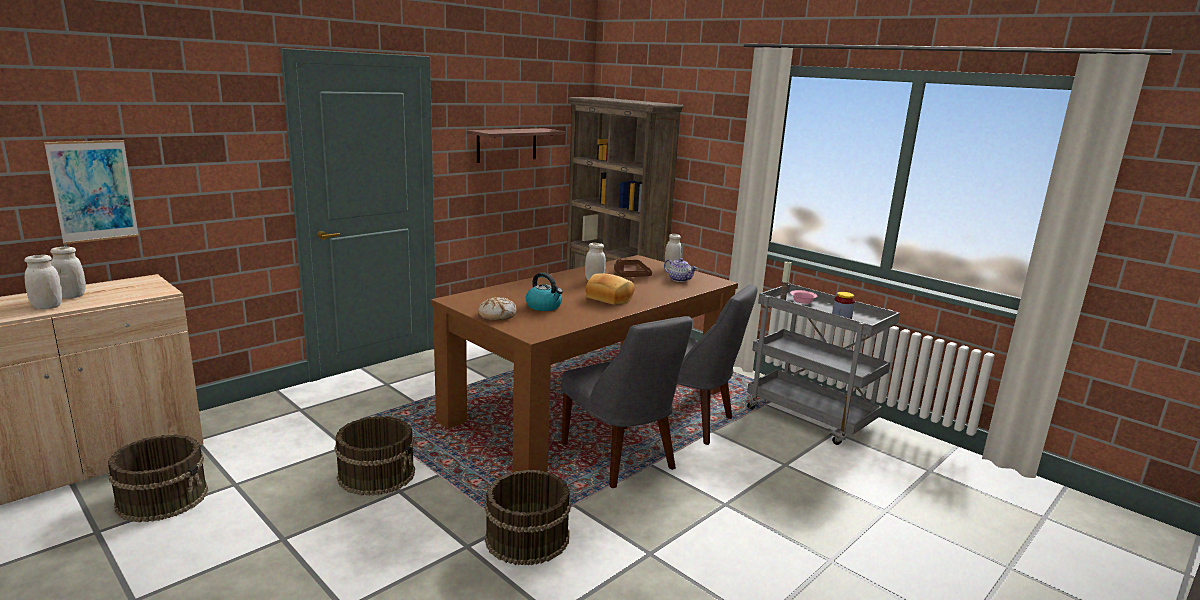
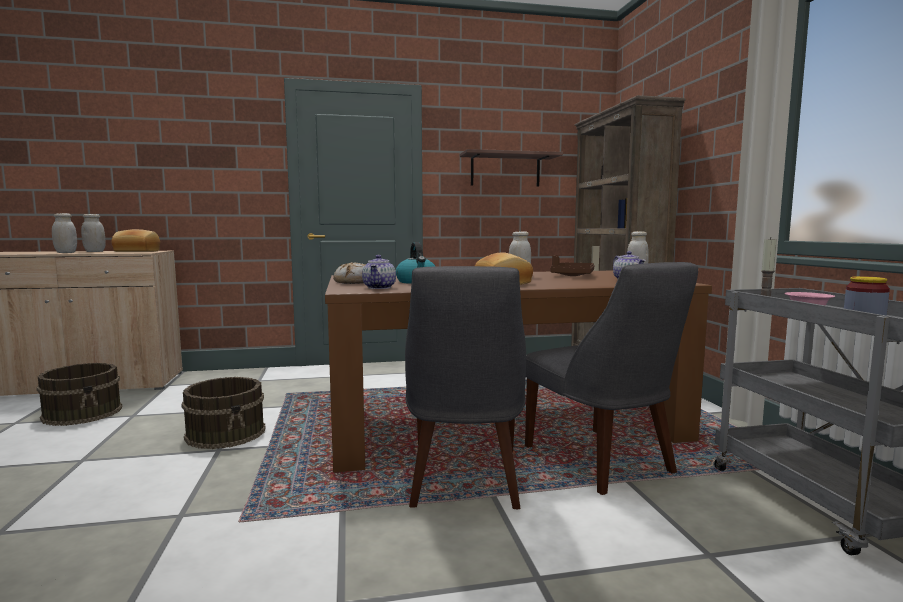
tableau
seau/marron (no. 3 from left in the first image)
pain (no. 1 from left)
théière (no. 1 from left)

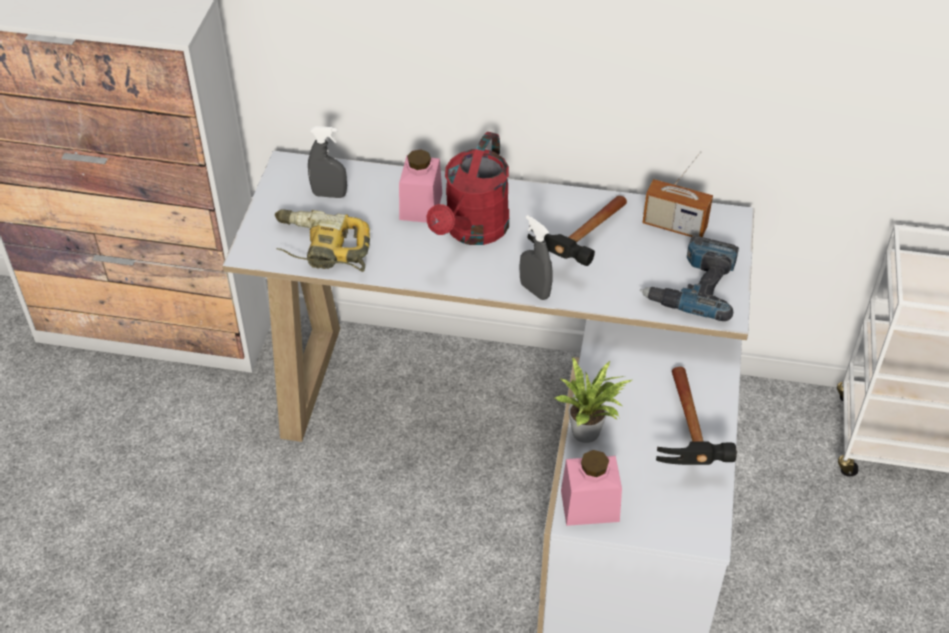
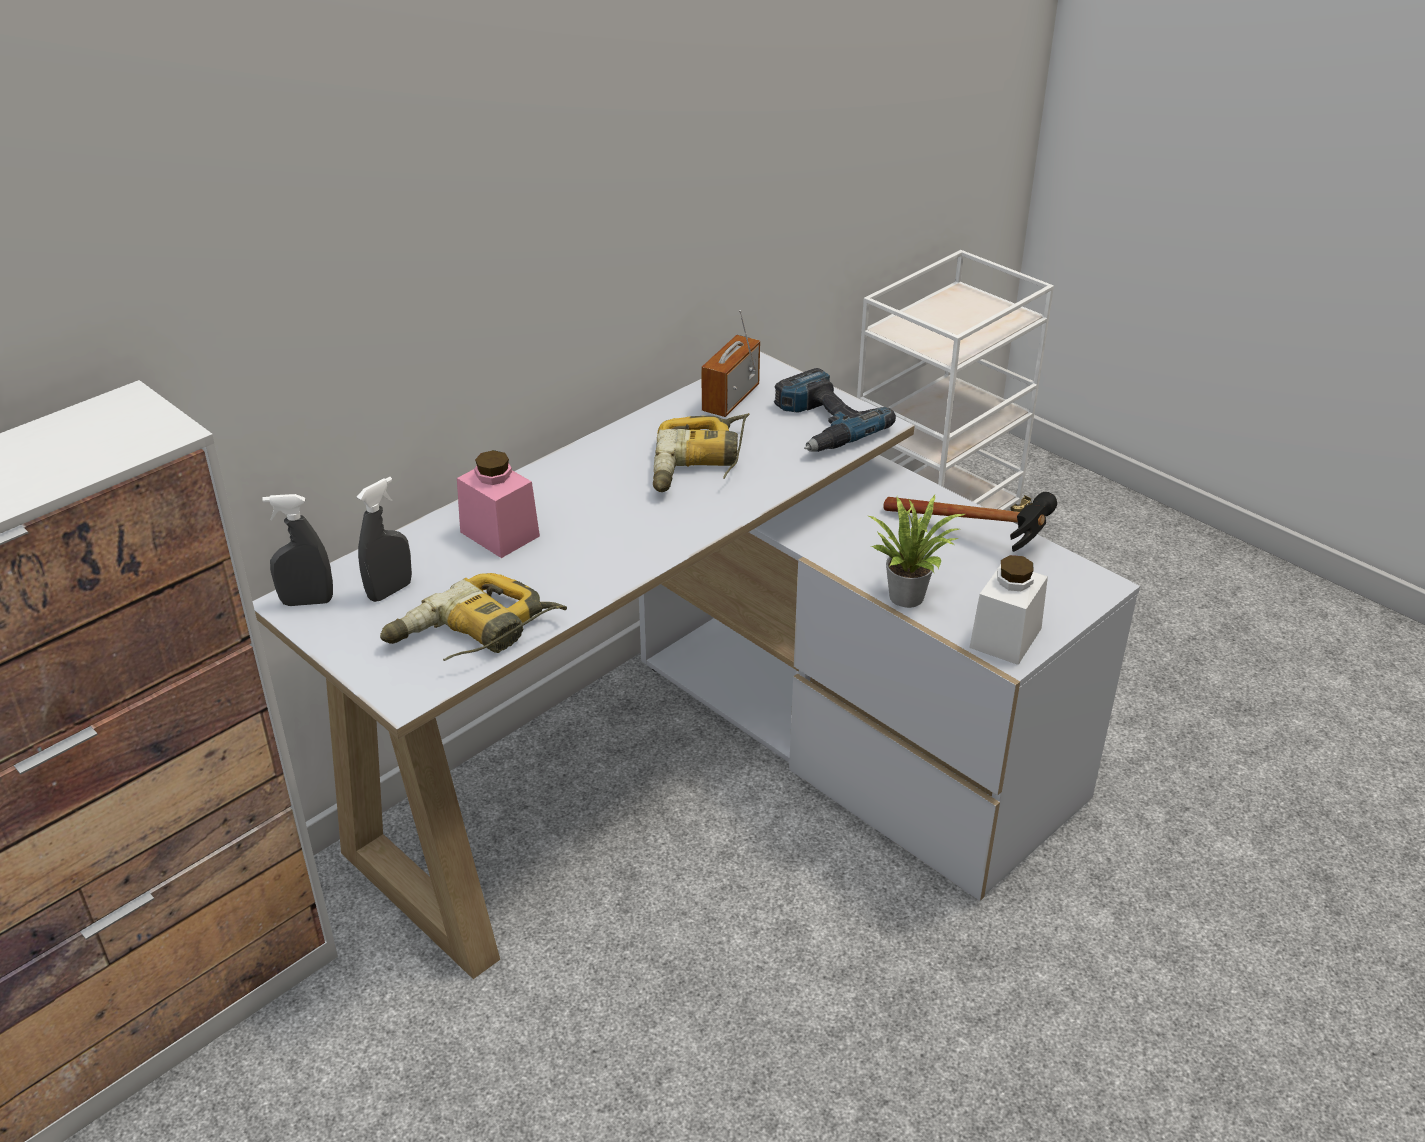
arrosoir/rouge
vaporisateur/gris (no. 1 from left)
perceuse (no. 2 from left)
bocal/blanc
radio

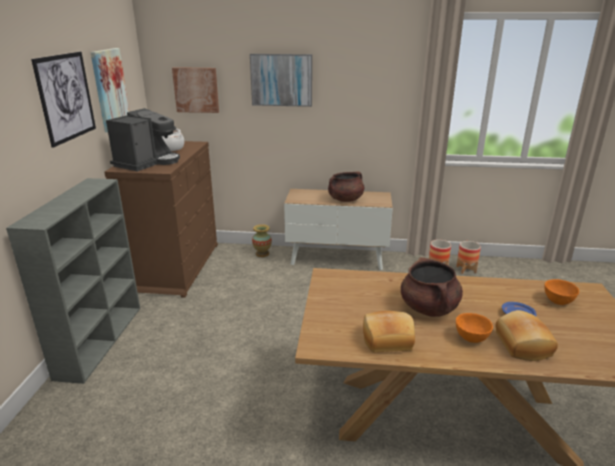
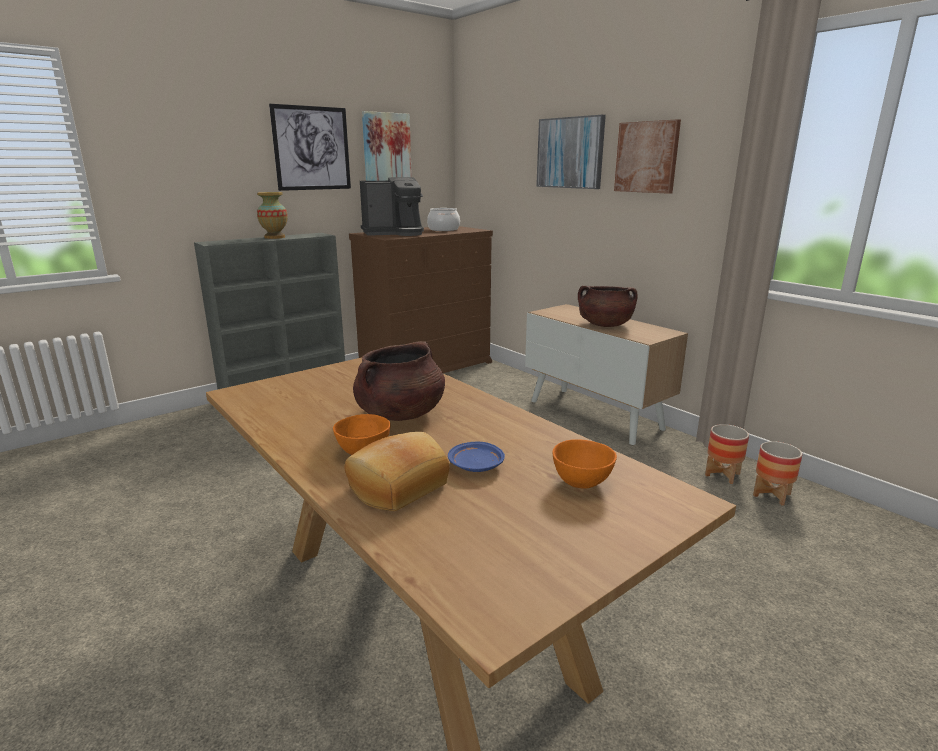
pain (no. 1 from left in the first image)
tableau (no. 4 from left)
vase

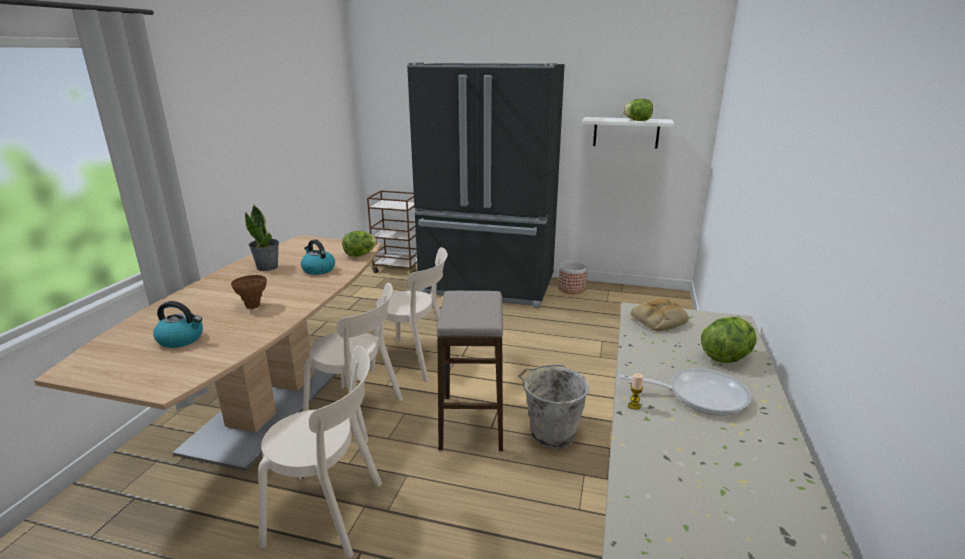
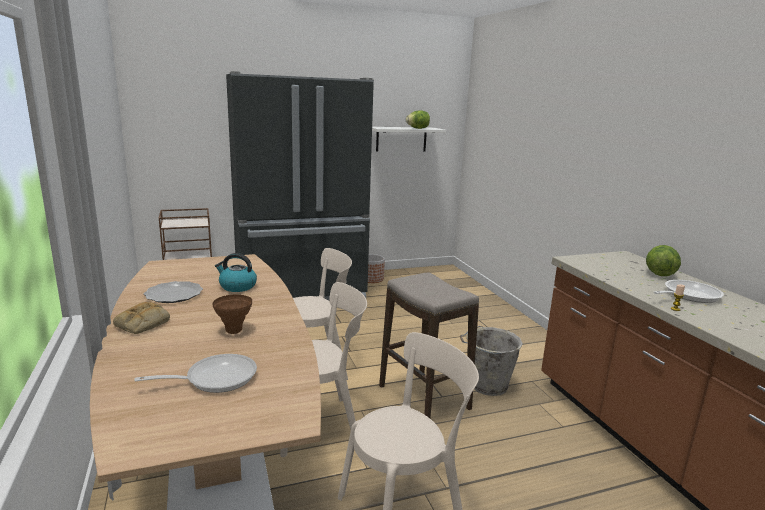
laitue (no. 1 from left in the first image)
pain
poêle (no. 1 from left)
assiette

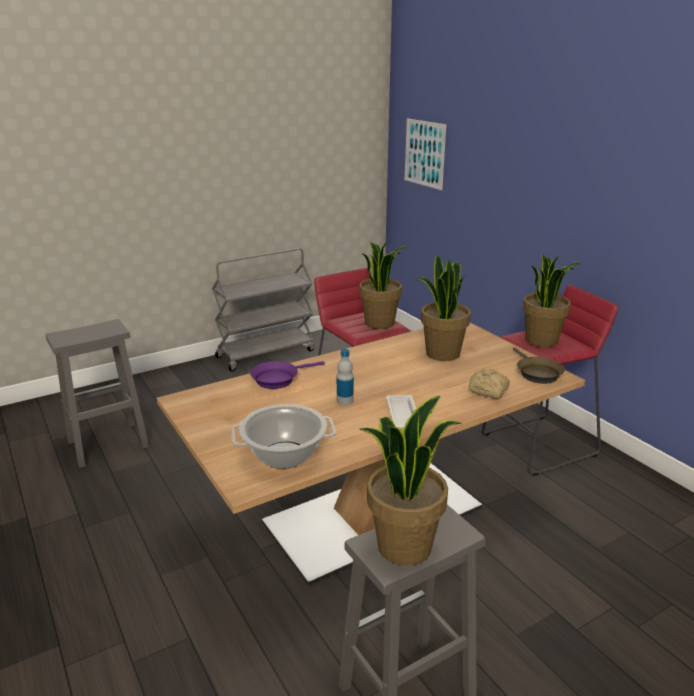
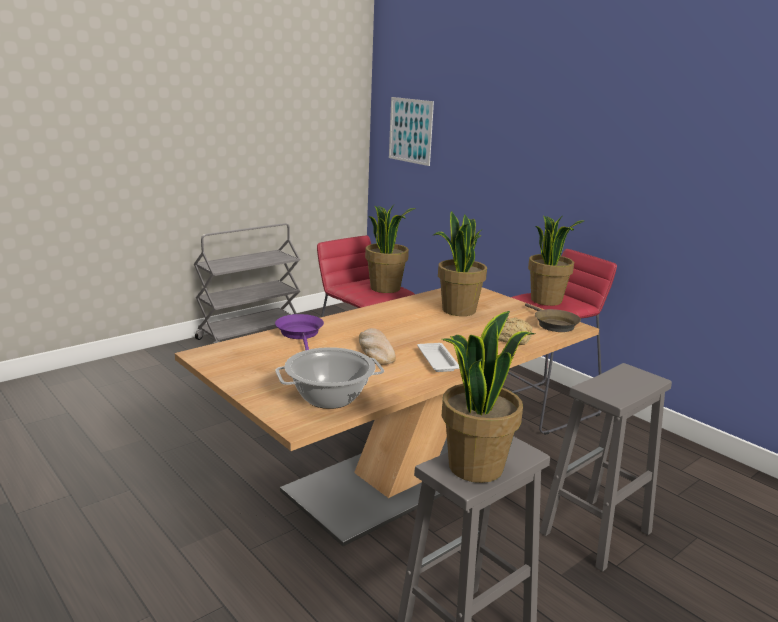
tabouret/gris (no. 2 from left)
pain (no. 1 from left)
poêle/violet

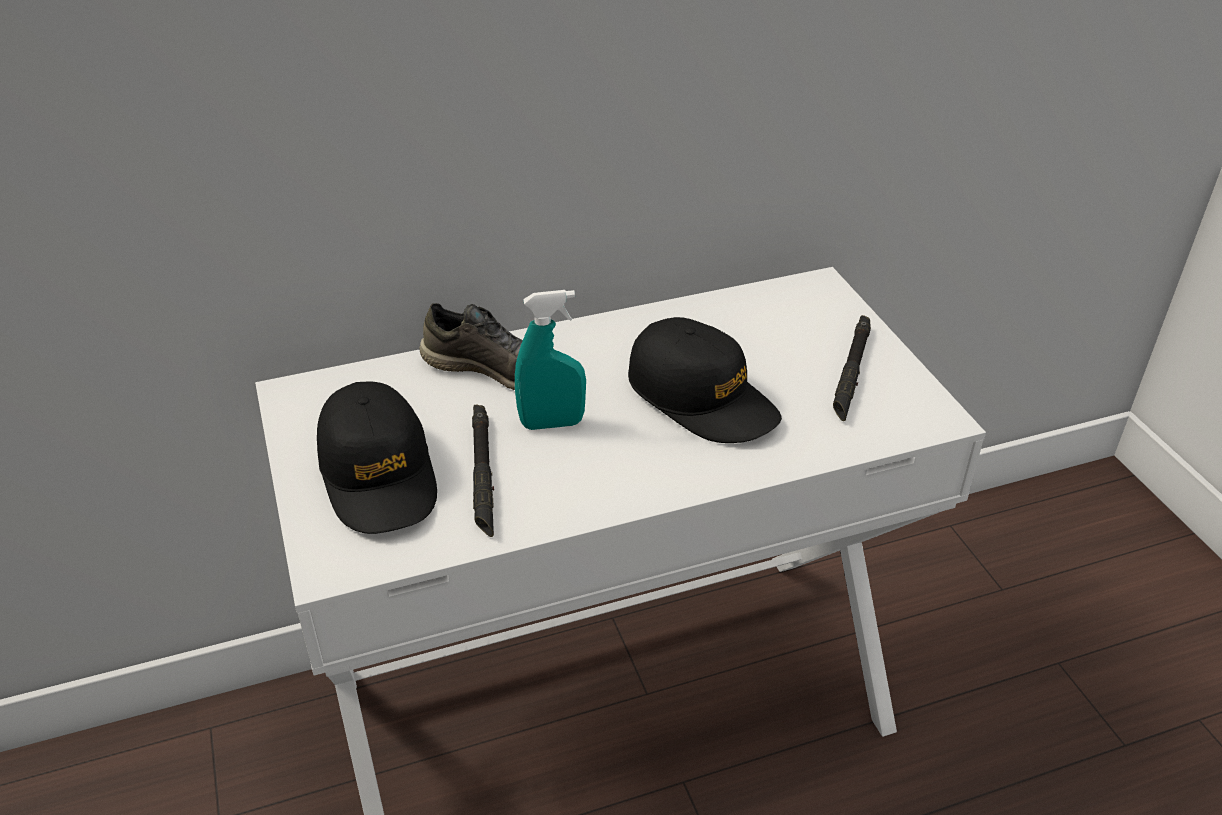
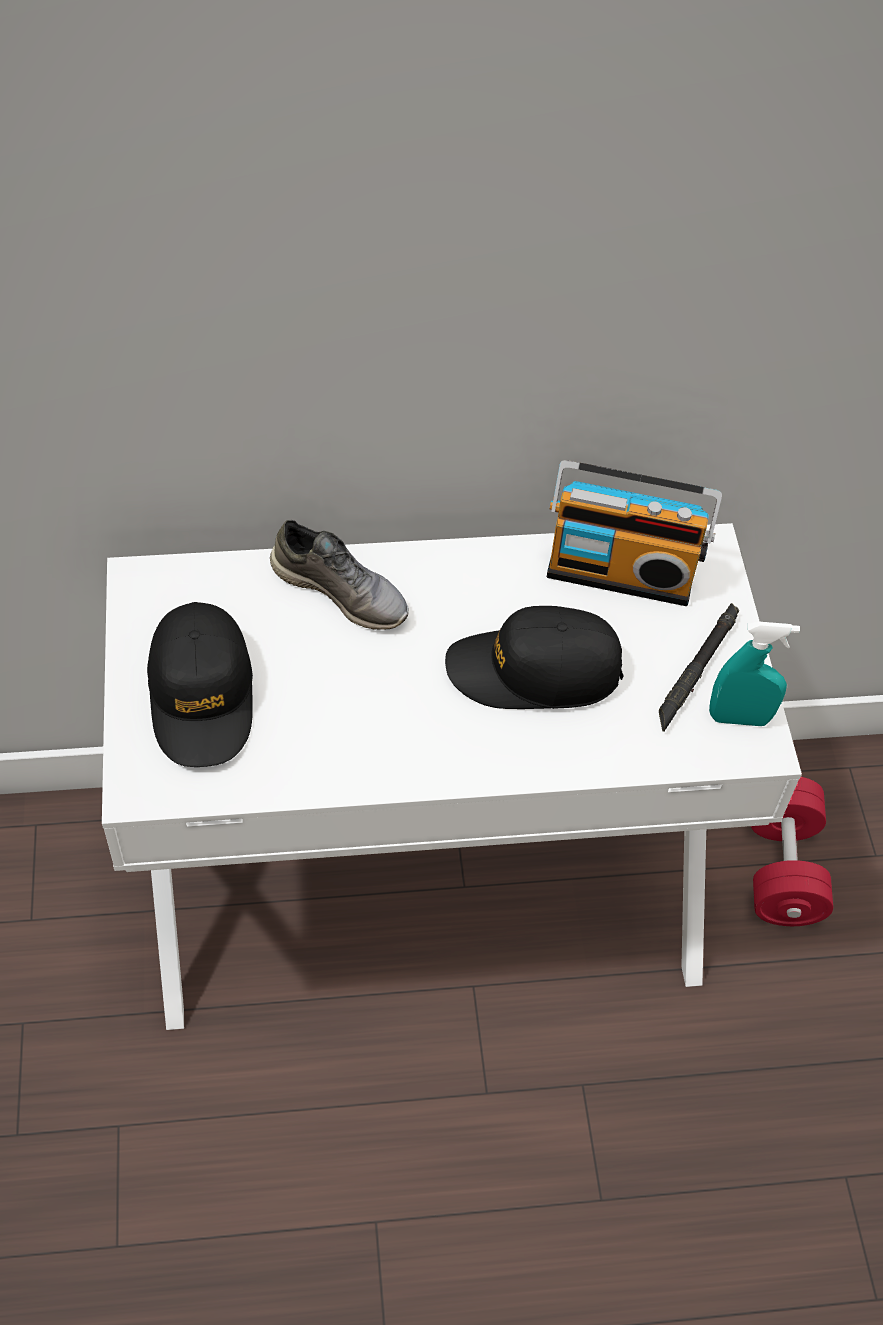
lampe de poche/noir (no. 1 from left in the first image)
radio
haltère/rouge
vaporisateur/turquoise
casquette/noir (no. 2 from left)

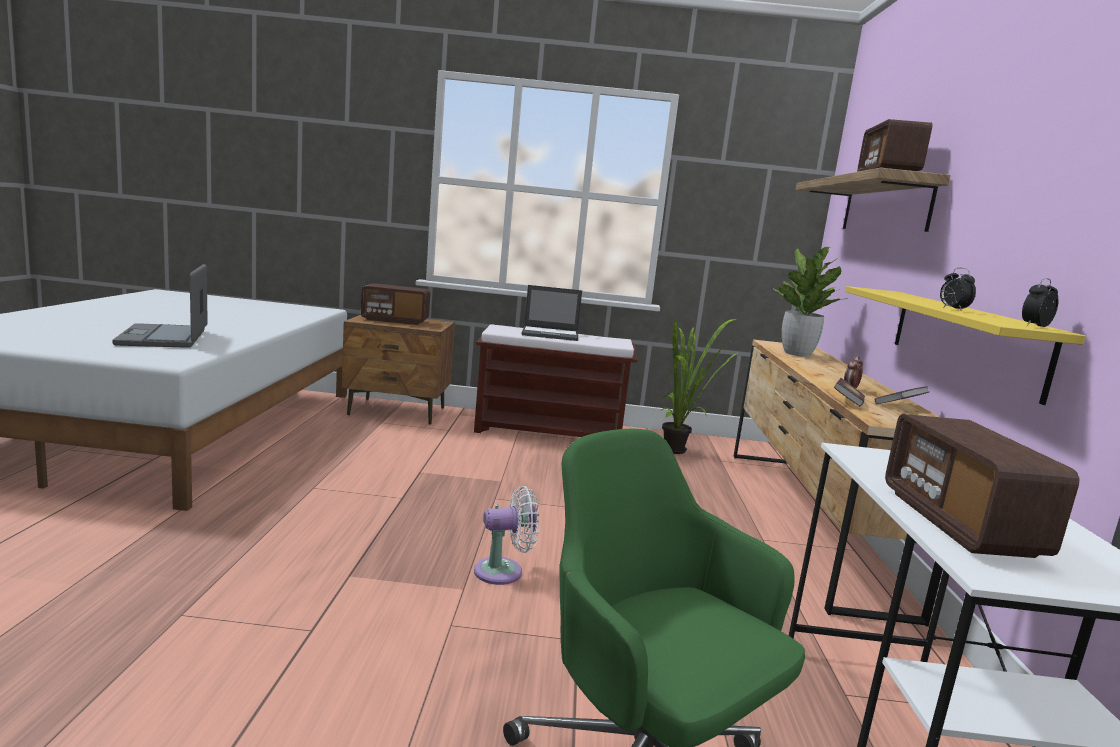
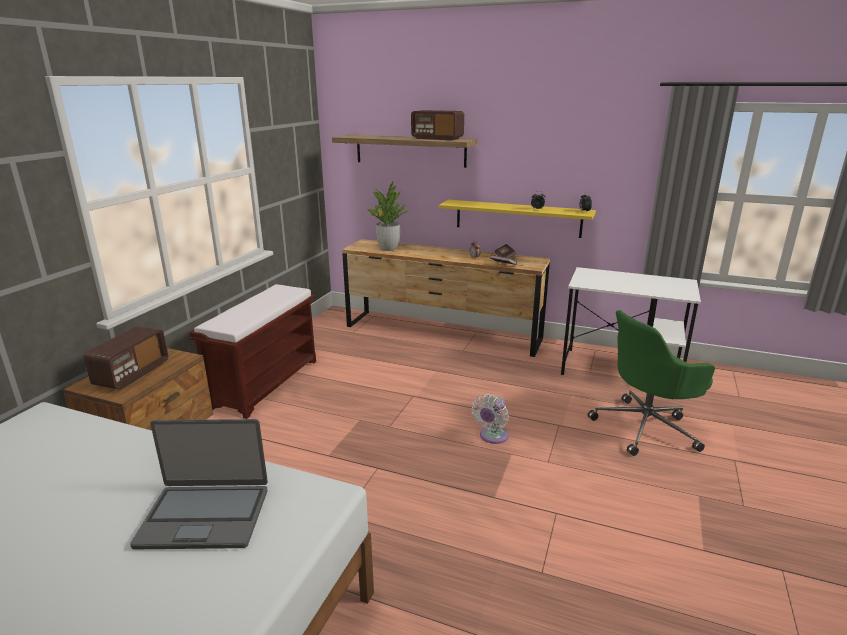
ordinateur portable (no. 2 from left in the first image)
plante en pot (no. 1 from left in the first image)
radio (no. 3 from left in the first image)
ventilateur/blanc

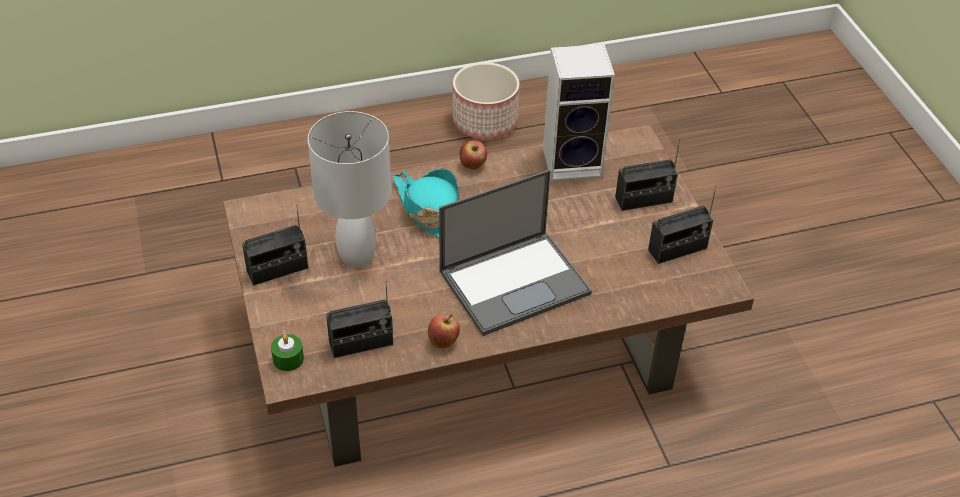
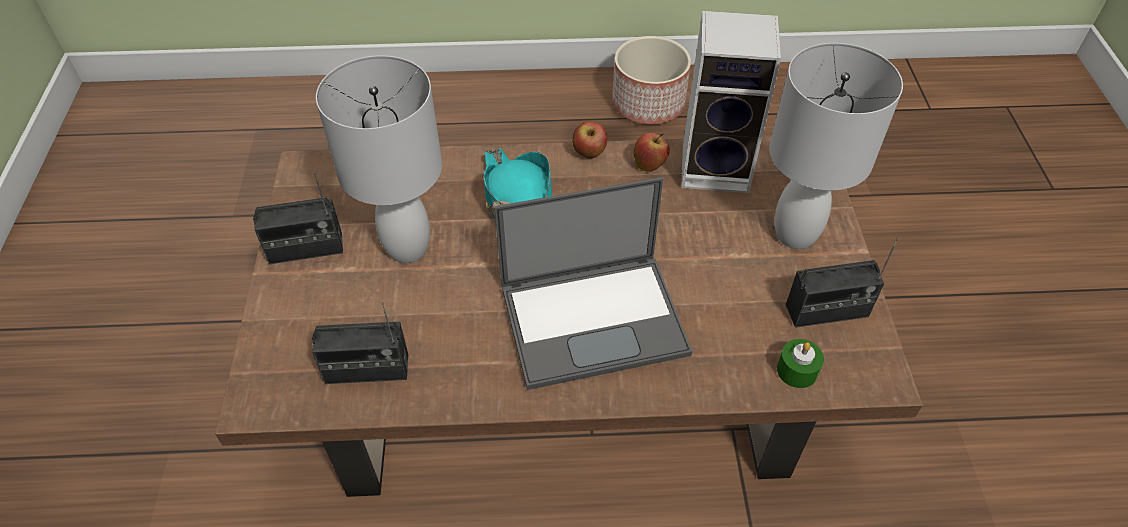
bougie/vert
pomme (no. 2 from left)
lampe de table/blanc (no. 2 from left)

